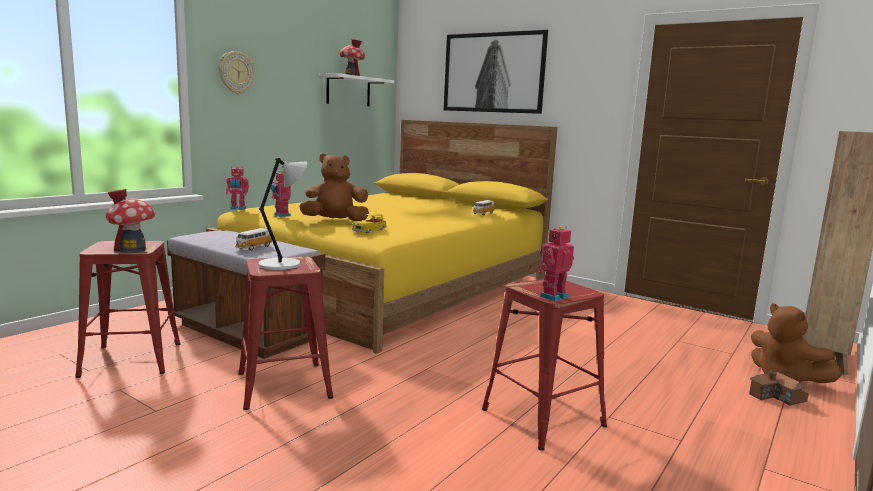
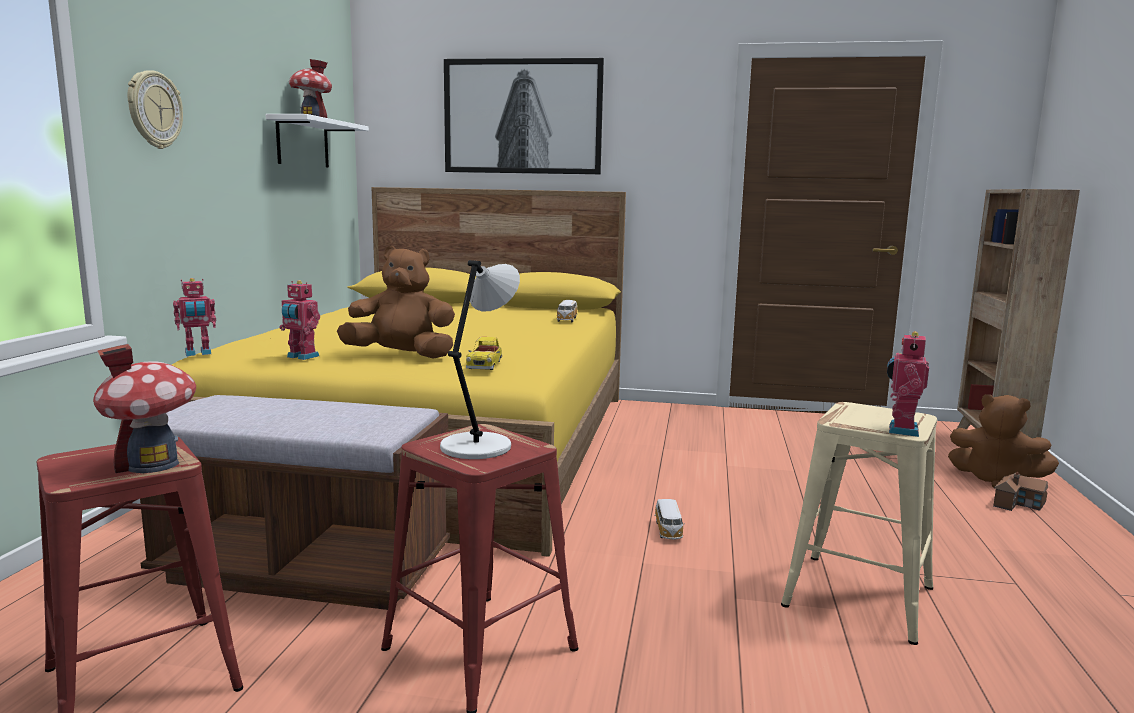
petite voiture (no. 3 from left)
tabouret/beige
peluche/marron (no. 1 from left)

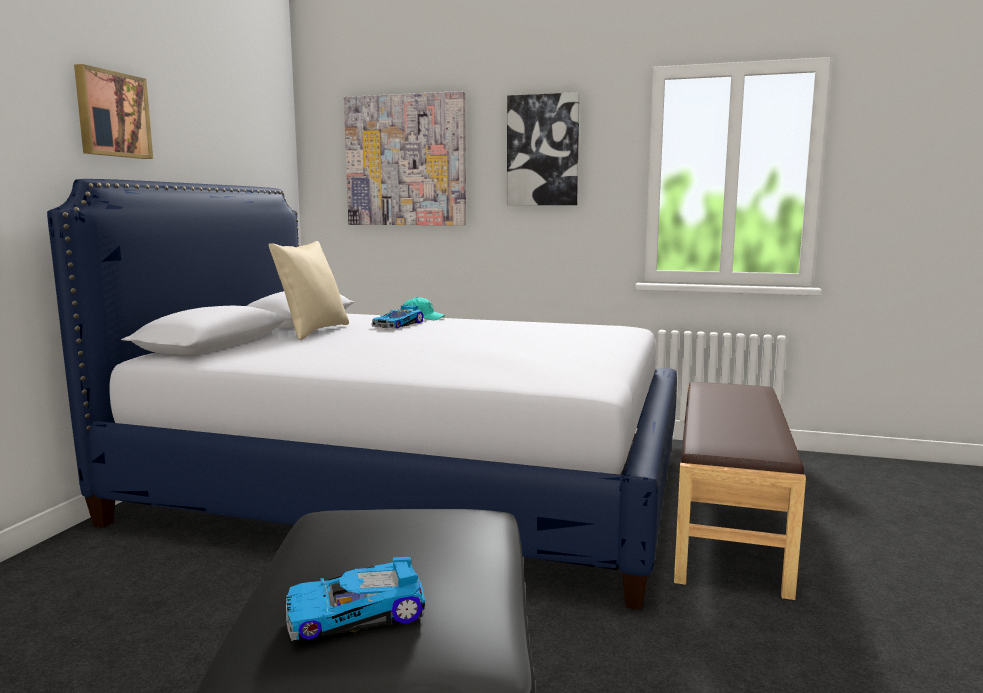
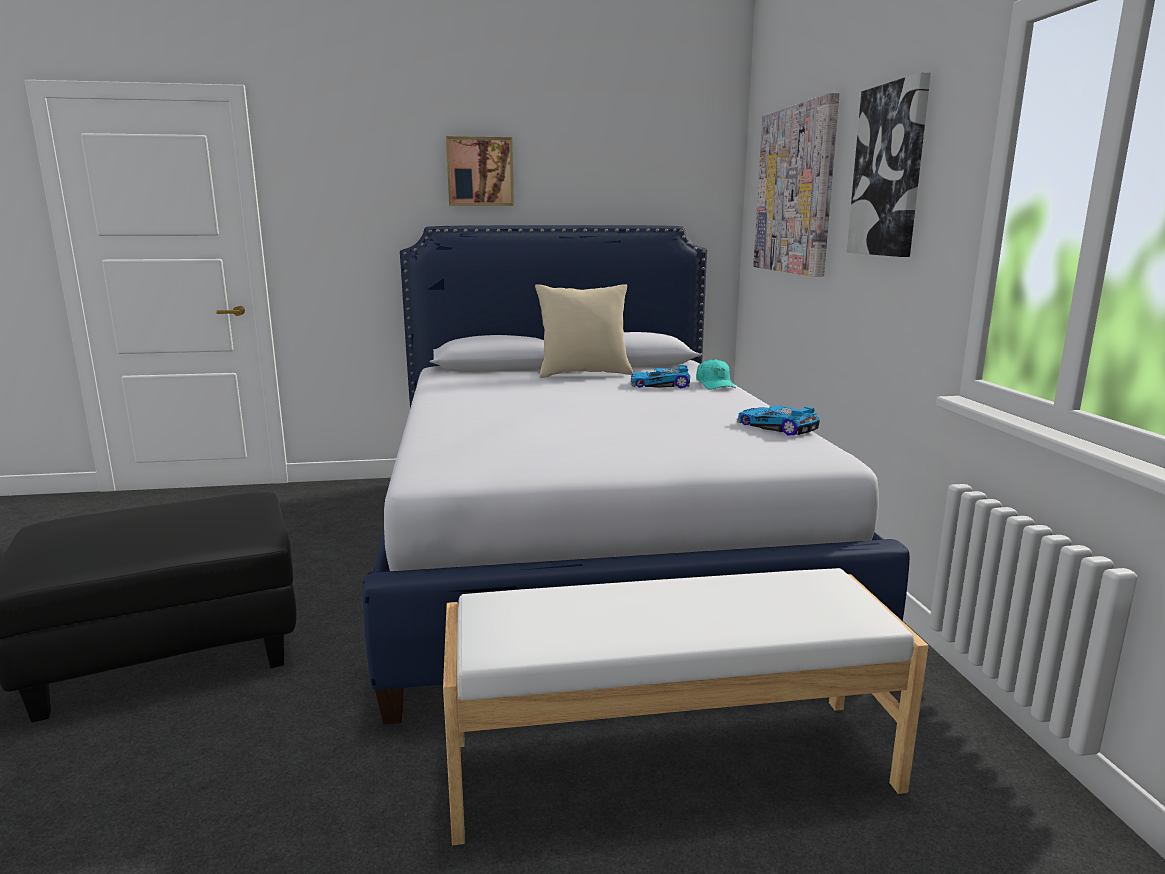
petite voiture (no. 2 from left)
banc/blanc

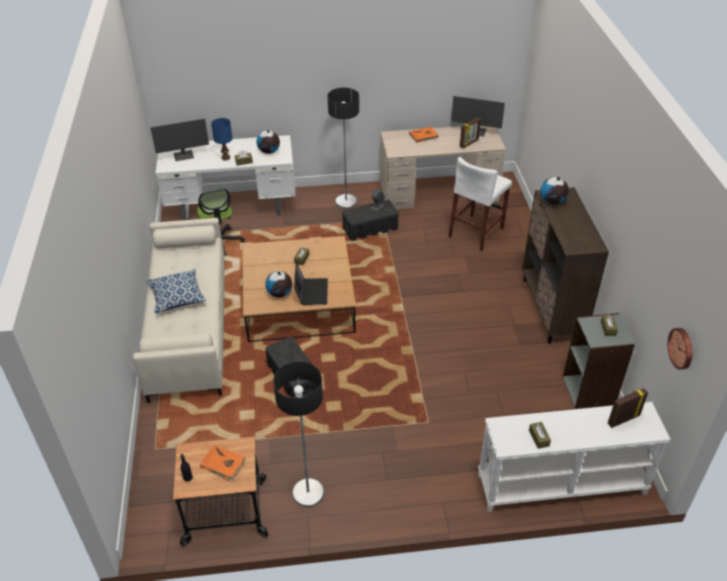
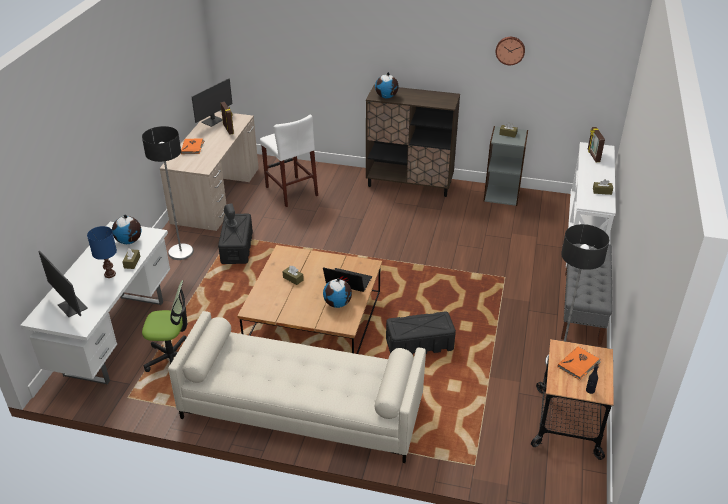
coussin
banc/gris
horloge murale
écran d'ordinateur (no. 1 from left)

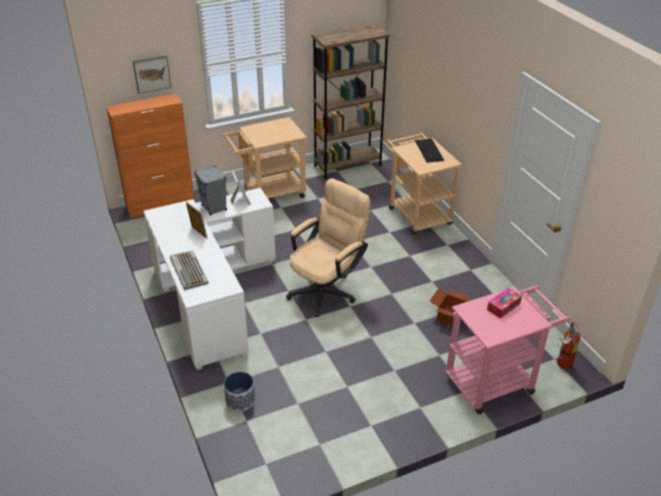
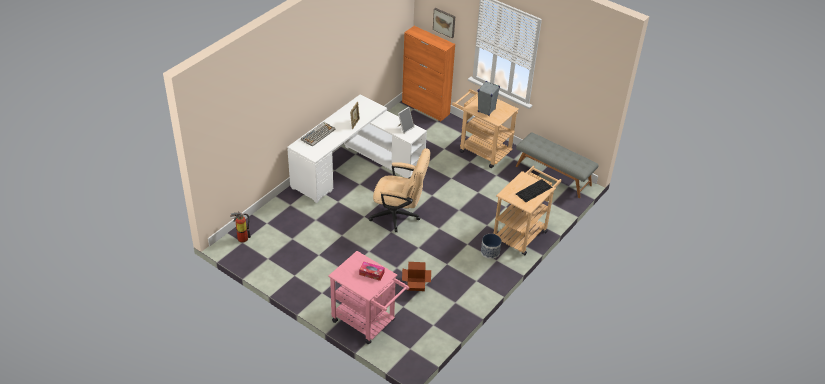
enceinte/gris
cache-pot
extincteur
banc/gris

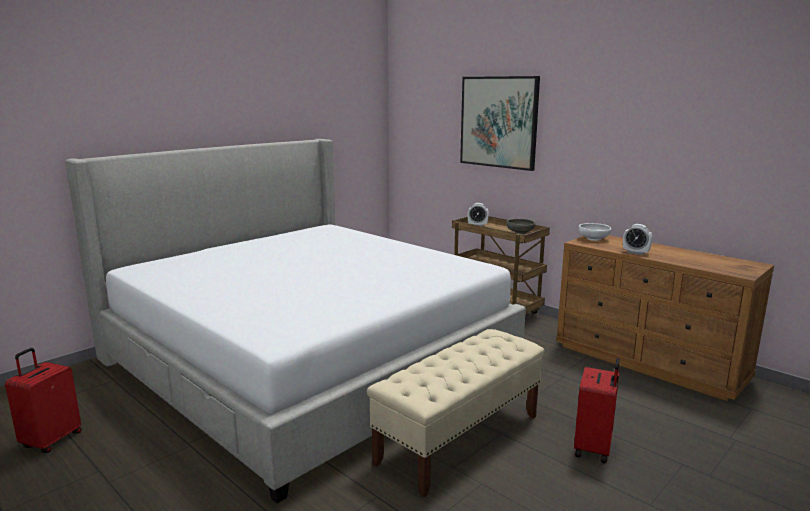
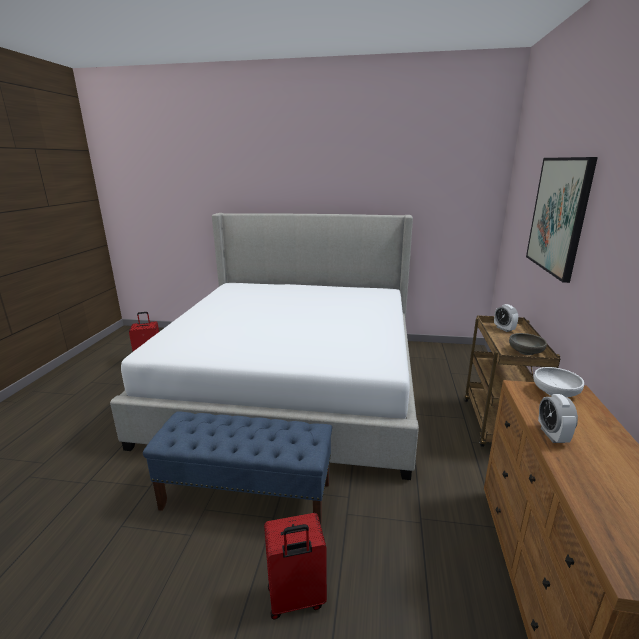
banc/bleu

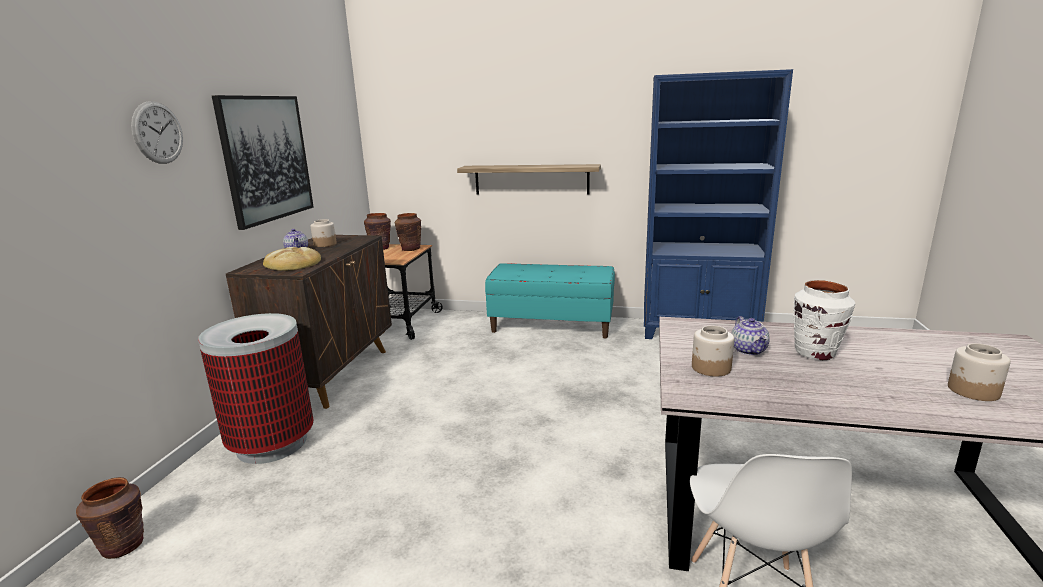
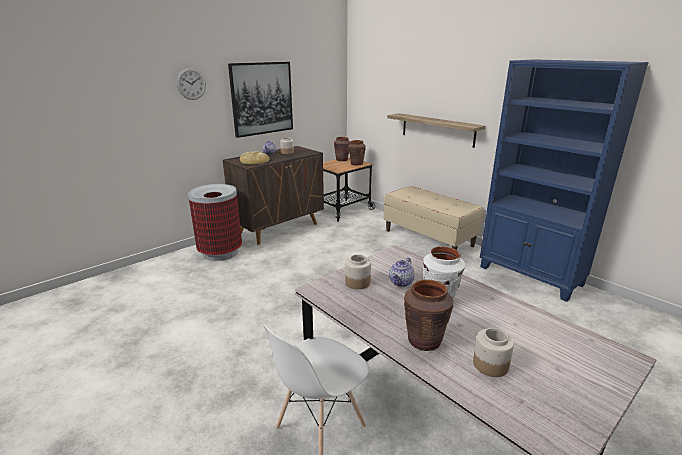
vase/marron (no. 3 from left)
banc/beige

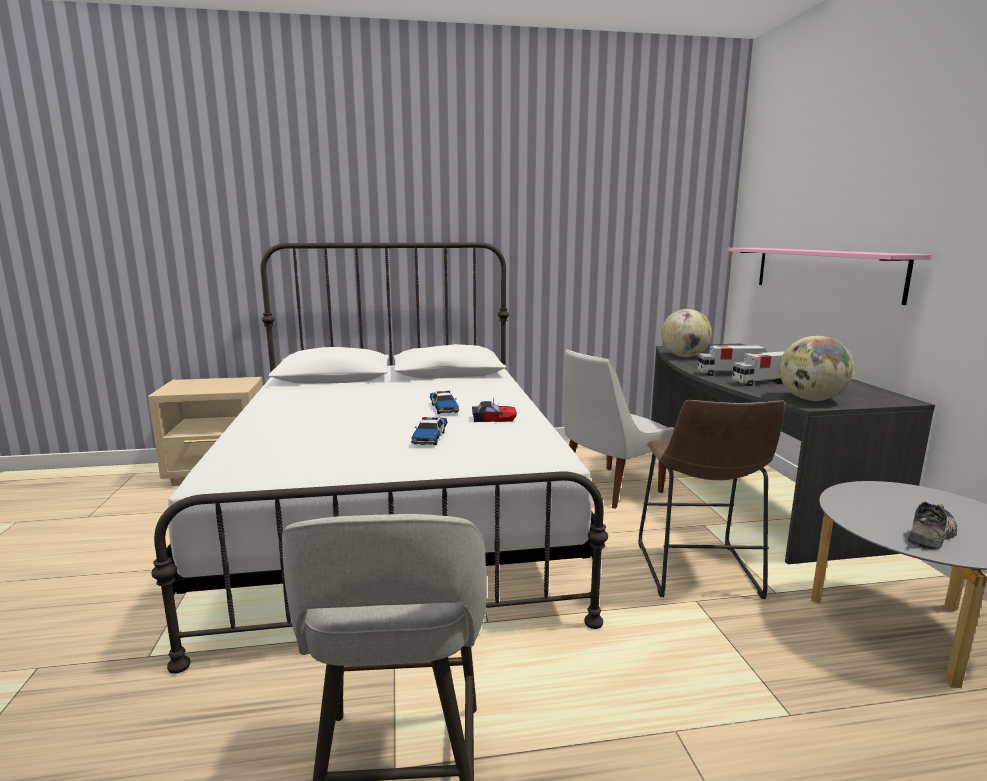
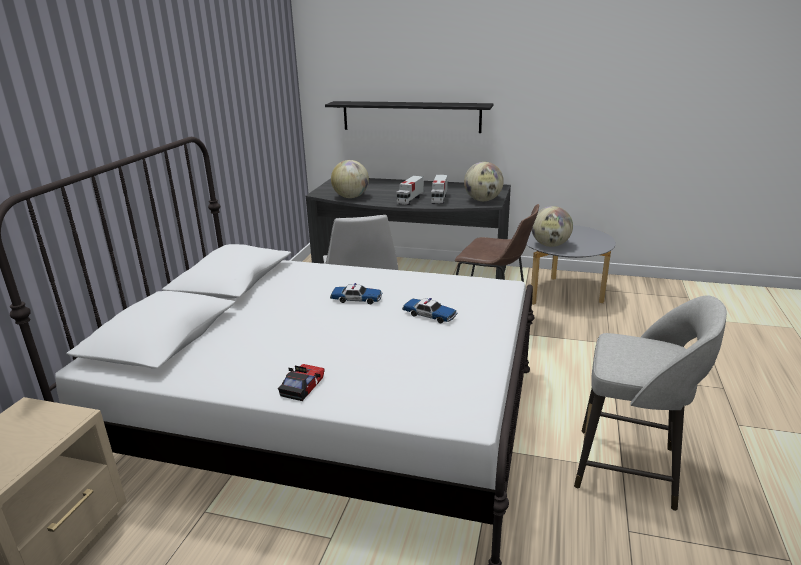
chaussure
globe (no. 3 from left)
petite voiture (no. 1 from left)
étagère/noir

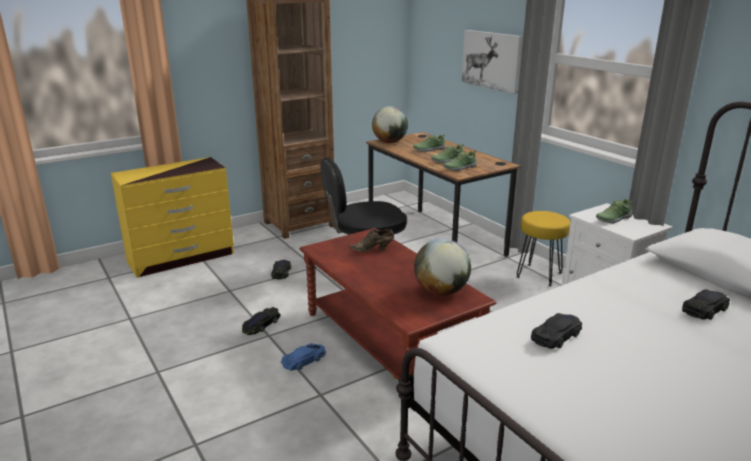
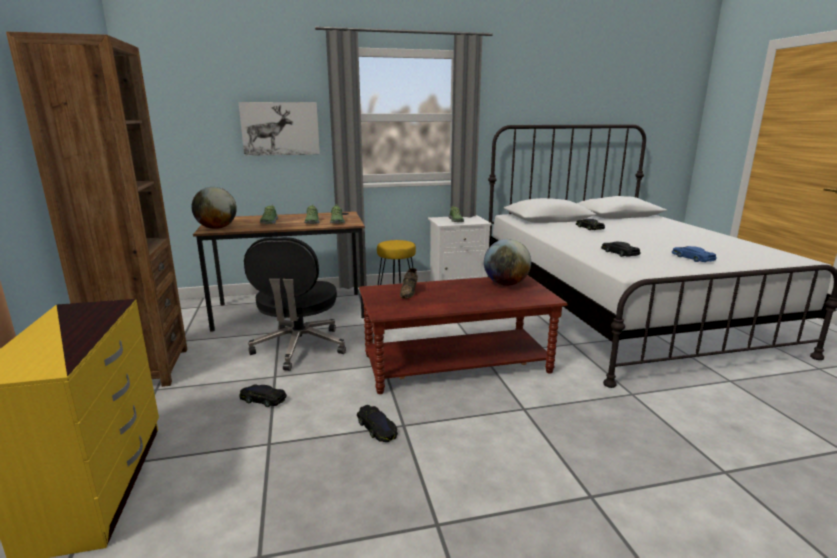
petite voiture/bleu

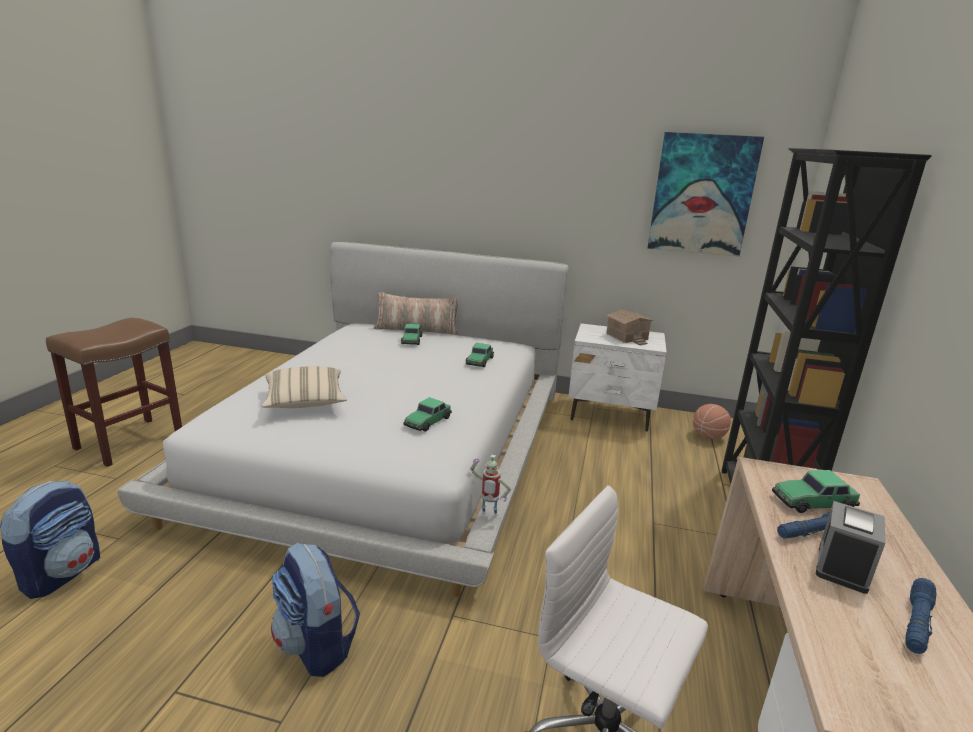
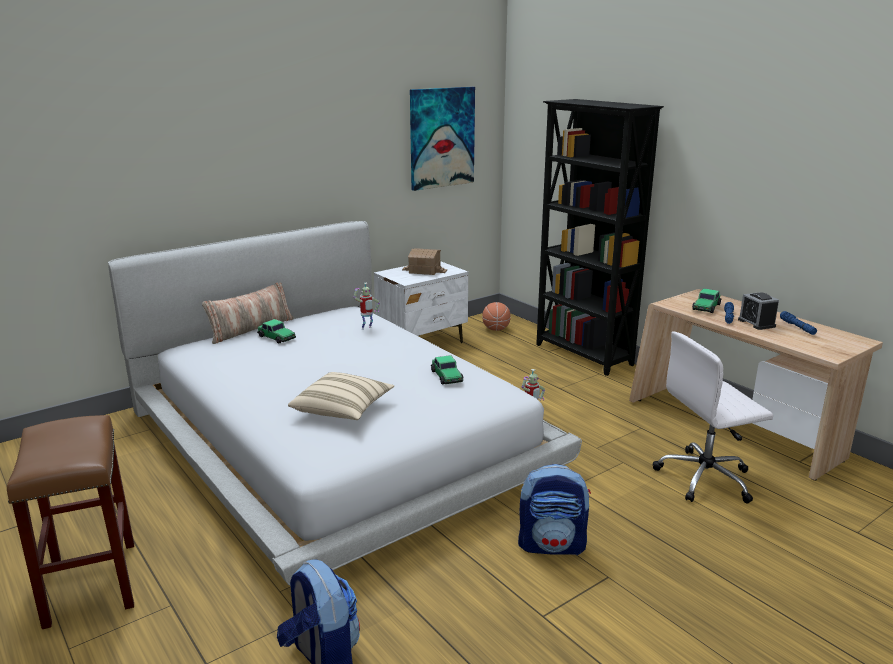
robot jouet (no. 1 from left)

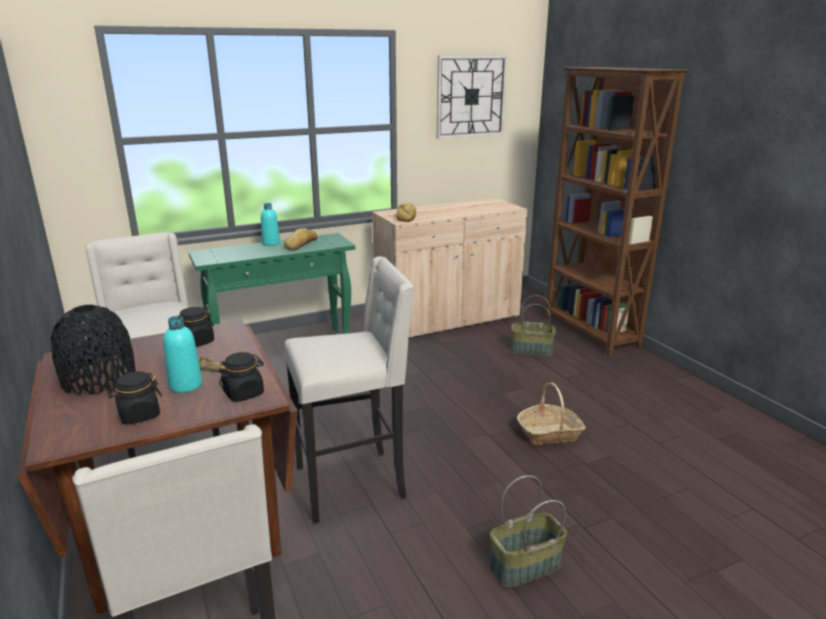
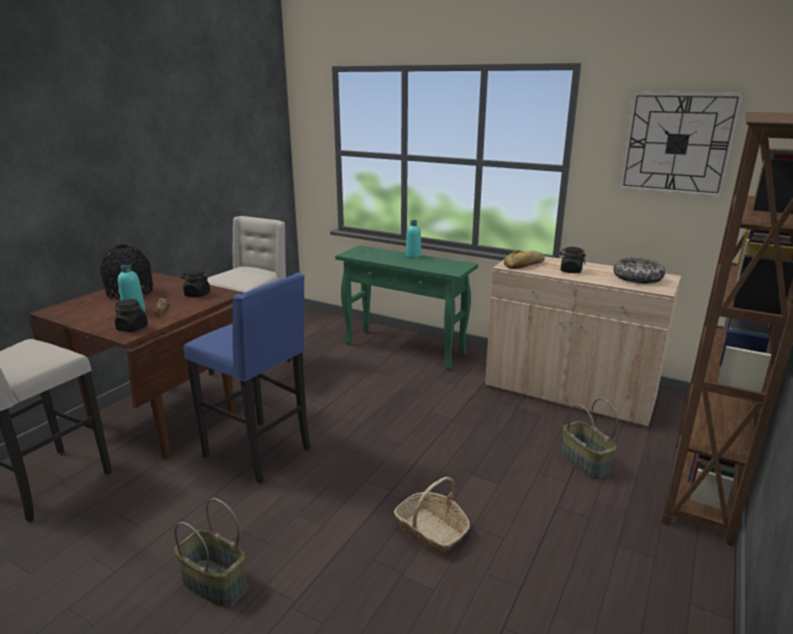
pain (no. 2 from left in the first image)
bol
bocal/noir (no. 3 from left)
tabouret/bleu

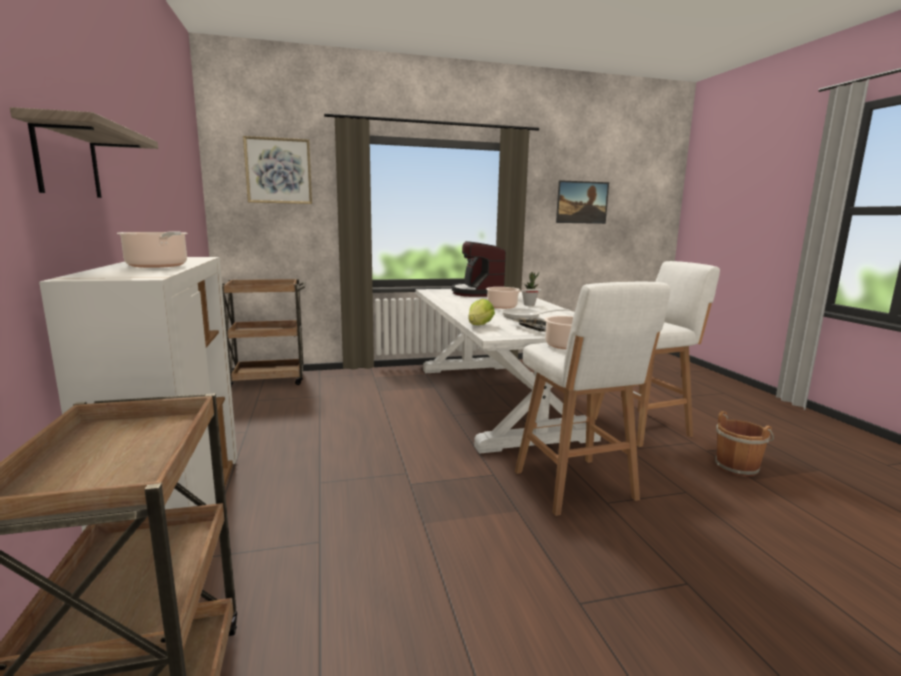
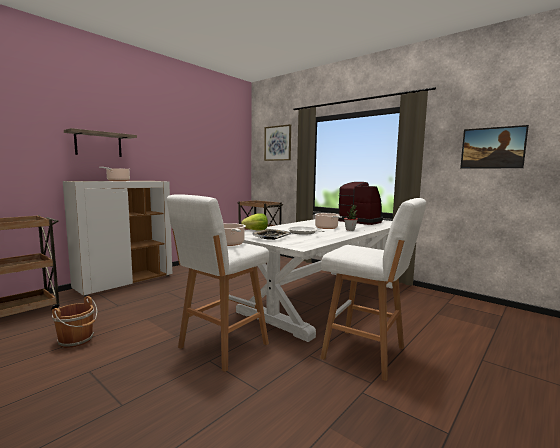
seau/marron
machine à café

